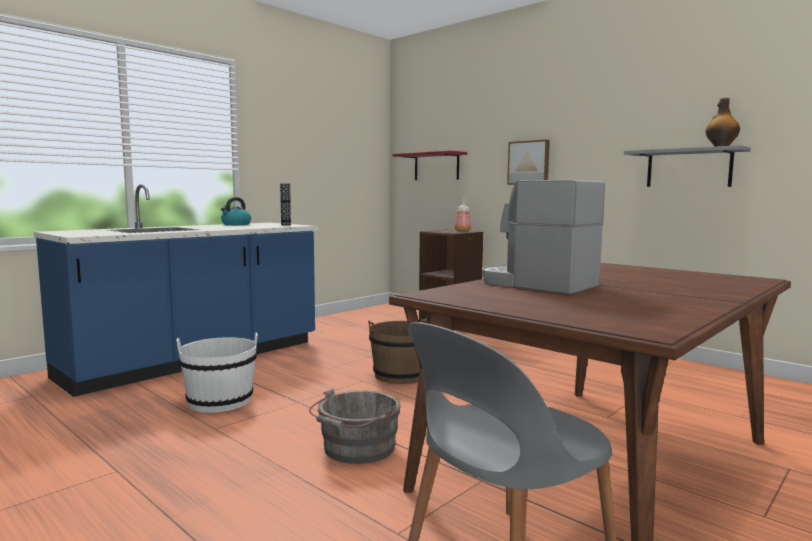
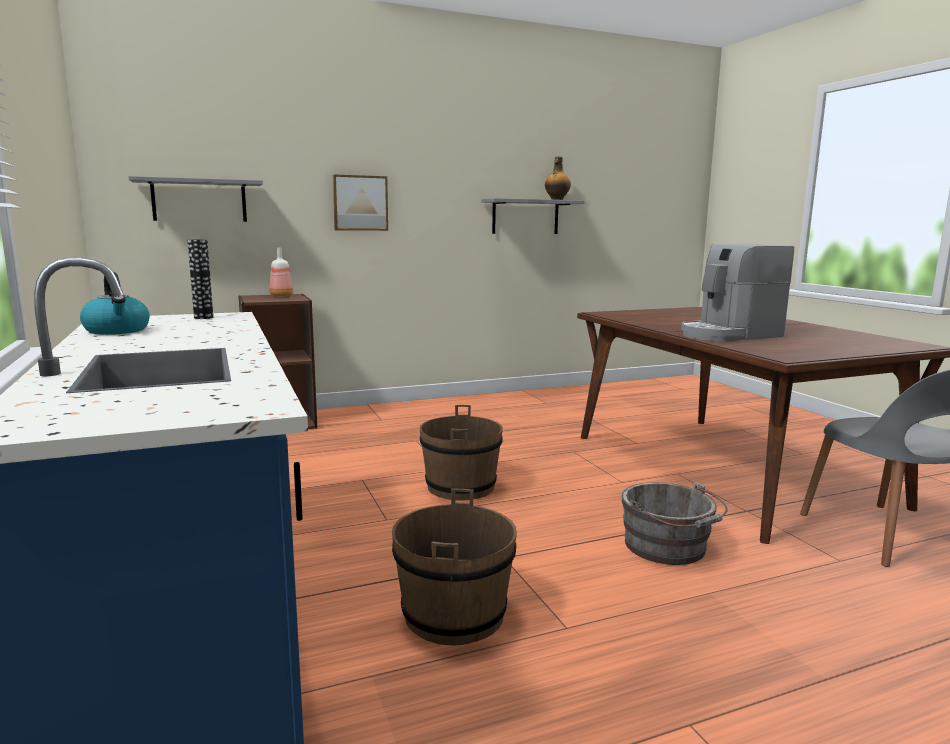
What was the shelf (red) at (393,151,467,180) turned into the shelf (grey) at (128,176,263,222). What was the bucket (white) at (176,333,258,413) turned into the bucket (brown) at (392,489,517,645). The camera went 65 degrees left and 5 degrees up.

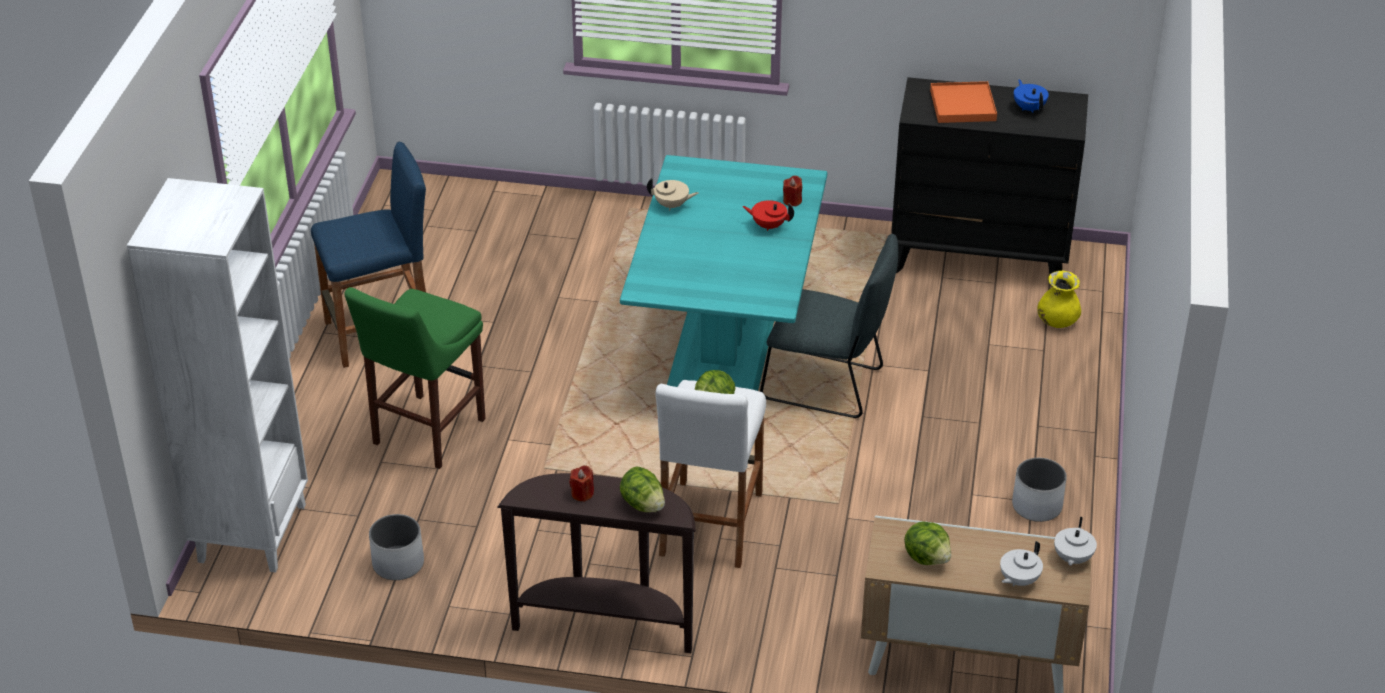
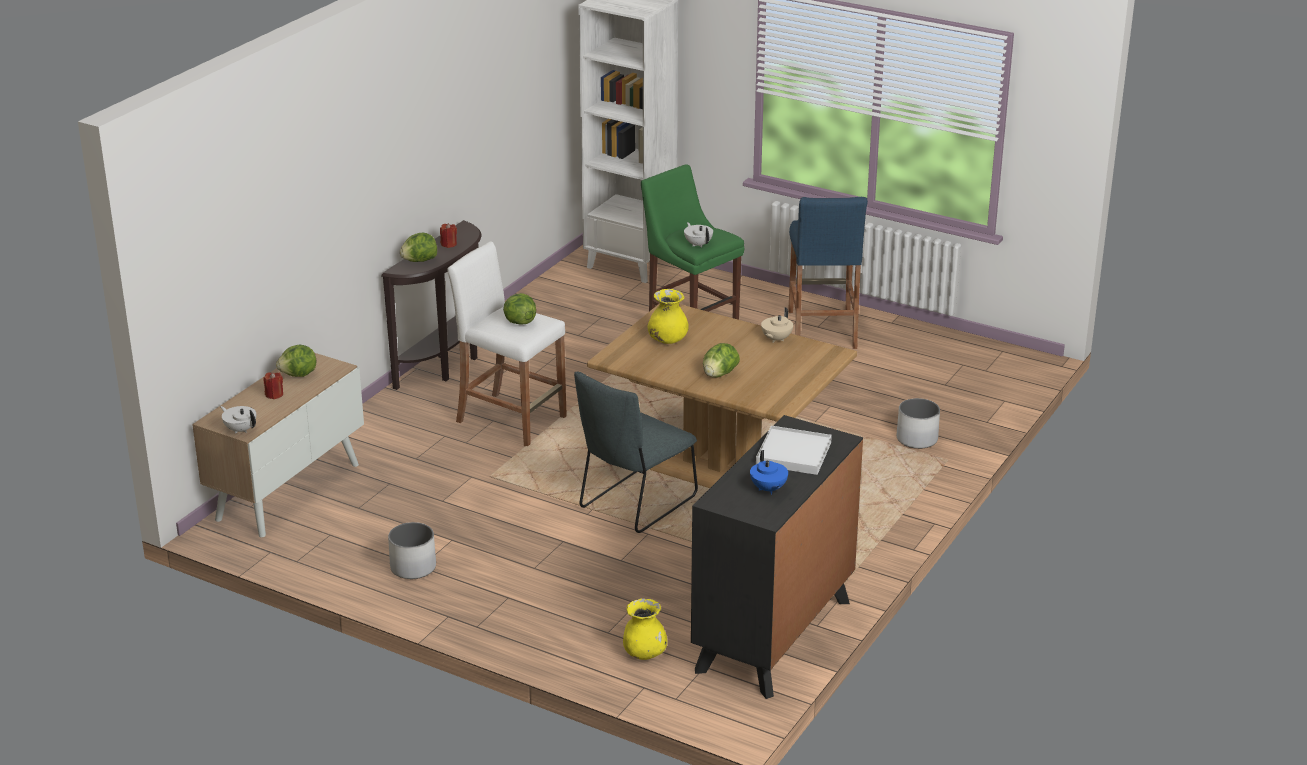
The candle (red) ended up elsewhere, having gone from (783,176,802,206) to (263,372,283,399). What was the dining table (turquoise) at (620,155,827,391) turned into the dining table (brown) at (587,303,857,488). The second view gained the vase (yellow) at (648,289,689,344). The teapot (white) ended up elsewhere, having gone from (1000,541,1043,586) to (684,222,713,248). Where the teapot (red) stood at (742,200,794,231), the lettuce came to stand at (703,343,740,378). The teapot (blue) at (1014,79,1049,113) ended up facing another way, 75 degrees clockwise from before. What was the tray (orange) at (930,81,997,123) turned into the tray (white) at (756,426,832,475). The planter (white) ended up elsewhere, having gone from (369,514,424,580) to (897,398,940,449). The camera went 110 degrees right and 10 degrees down.

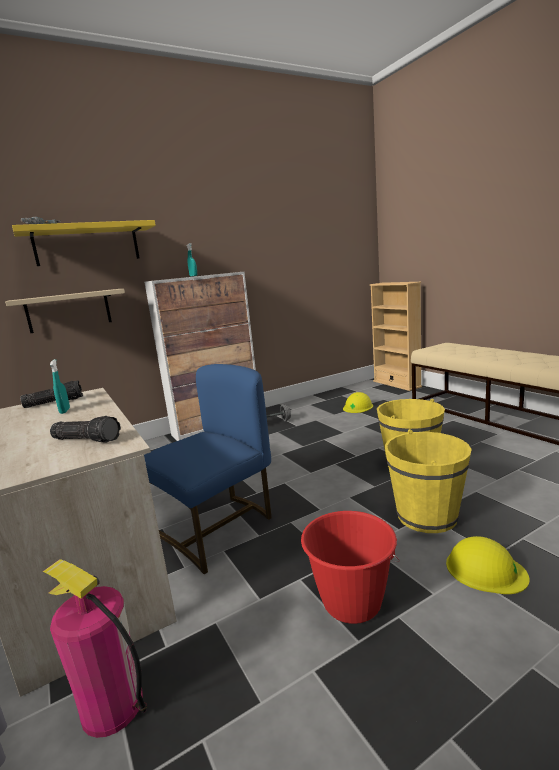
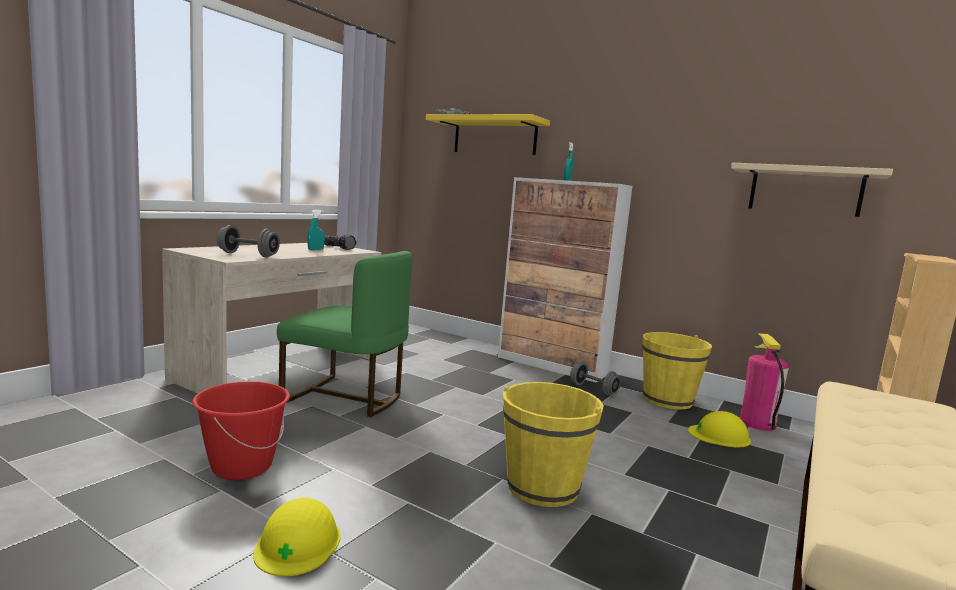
Where the flashlight stood at (50,416,121,443), the dumbbell (grey) came to stand at (217,225,280,257). What was the chair (blue) at (144,364,272,574) turned into the chair (green) at (277,251,412,417). The bucket (yellow) ended up elsewhere, having gone from (385,429,472,533) to (642,332,712,410). The shelf (beige) ended up elsewhere, having gone from (5,289,125,333) to (731,163,893,217). The fire extinguisher ended up elsewhere, having gone from (43,559,147,738) to (740,333,789,431). The camera went 60 degrees right and 5 degrees down.

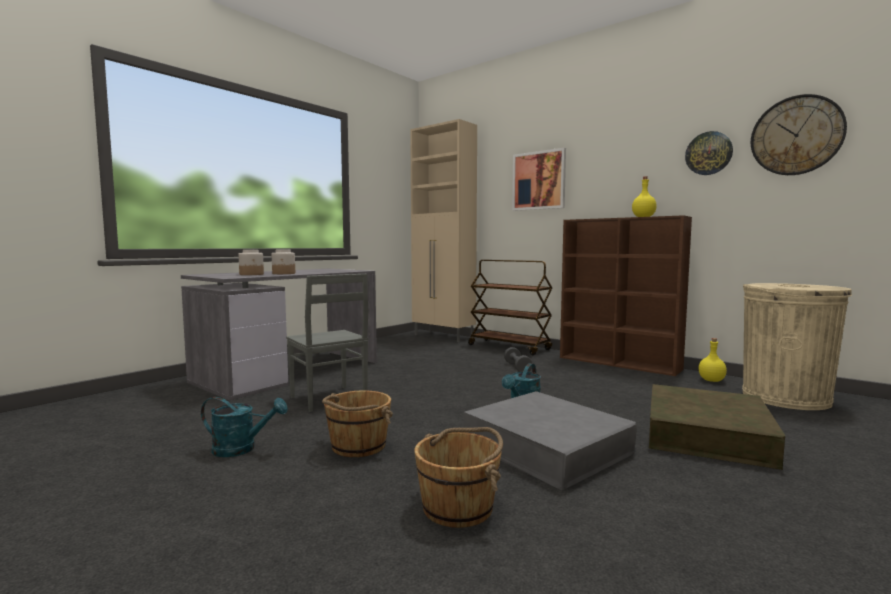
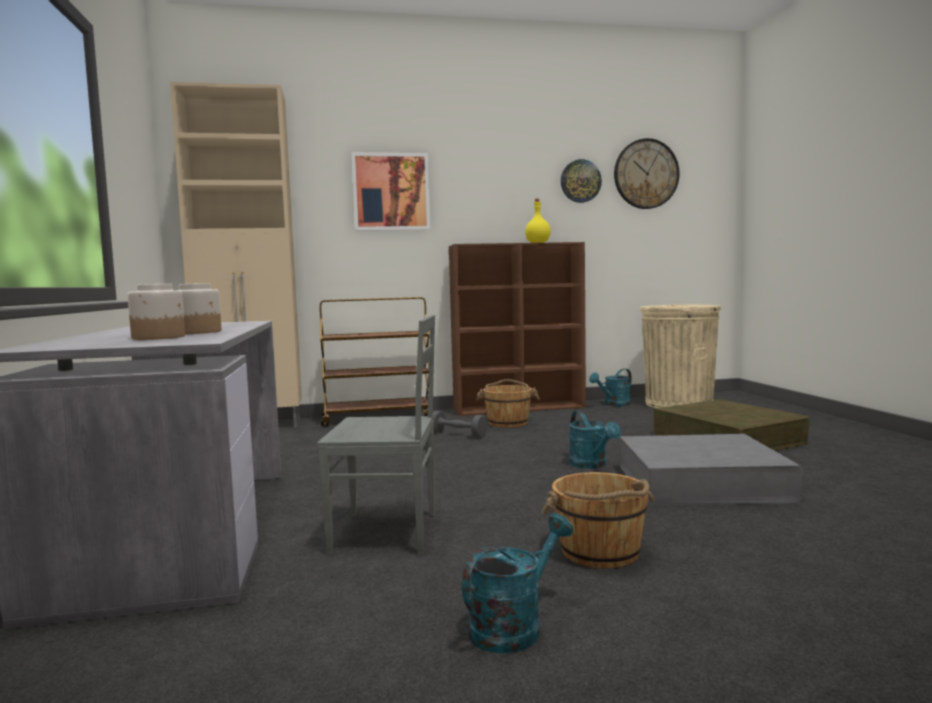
The bucket (brown) ended up elsewhere, having gone from (414,427,503,528) to (476,379,540,428). Where the bottle (yellow) stood at (698,338,727,382), the watering can (turquoise) came to stand at (589,369,632,406). The camera went 50 degrees left and 0 degrees up.

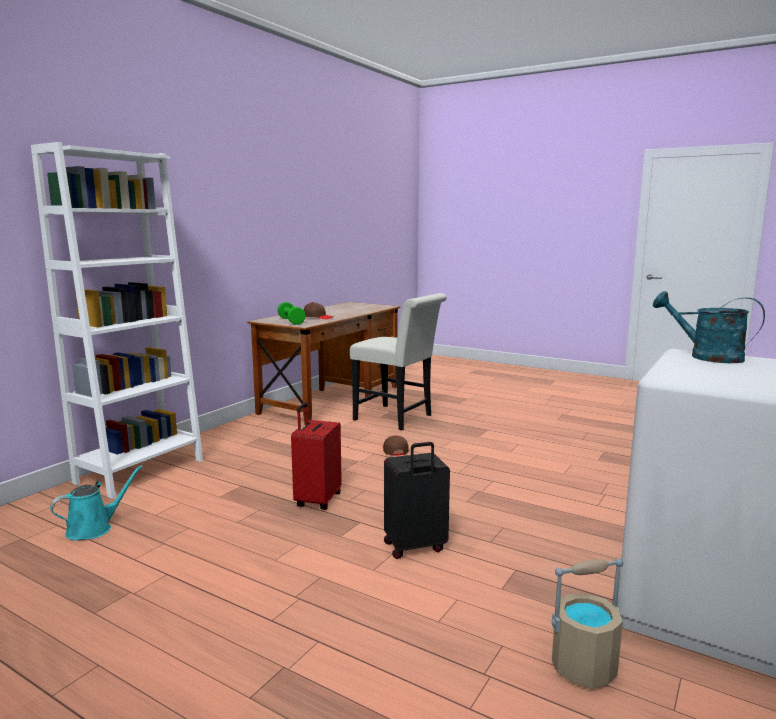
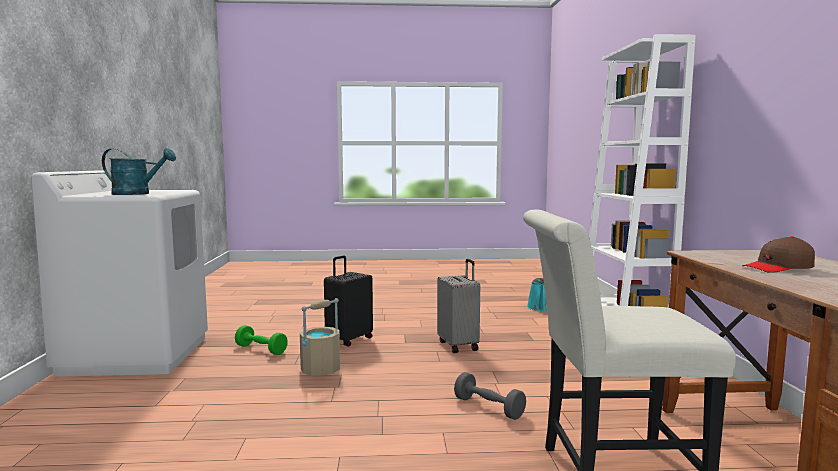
The dumbbell (green) ended up elsewhere, having gone from (278,302,306,325) to (235,325,288,355). The bucket (beige) ended up elsewhere, having gone from (552,558,623,689) to (300,298,340,376). What was the suitcase (red) at (291,403,342,510) turned into the suitcase (grey) at (437,259,480,353). Where the cap (brown) stood at (383,435,409,456), the dumbbell (grey) came to stand at (454,372,526,420). The camera went 145 degrees right and 5 degrees down.

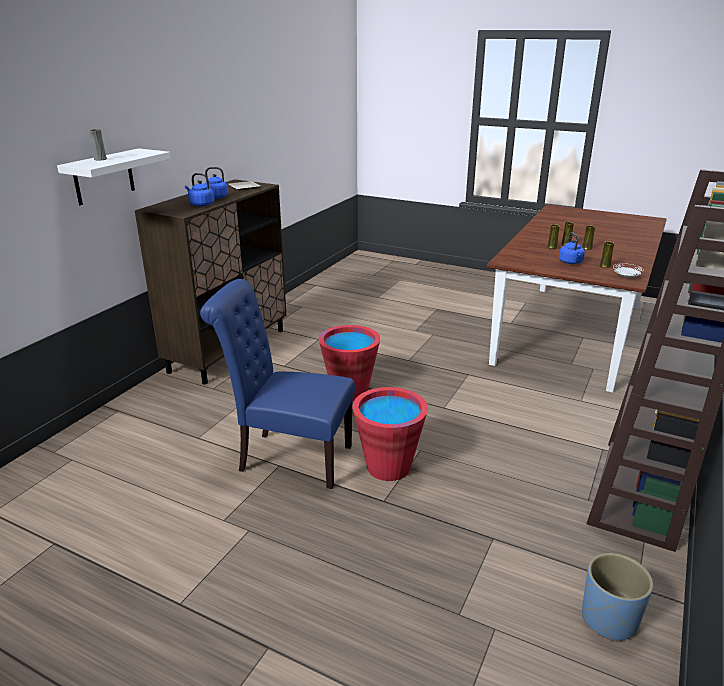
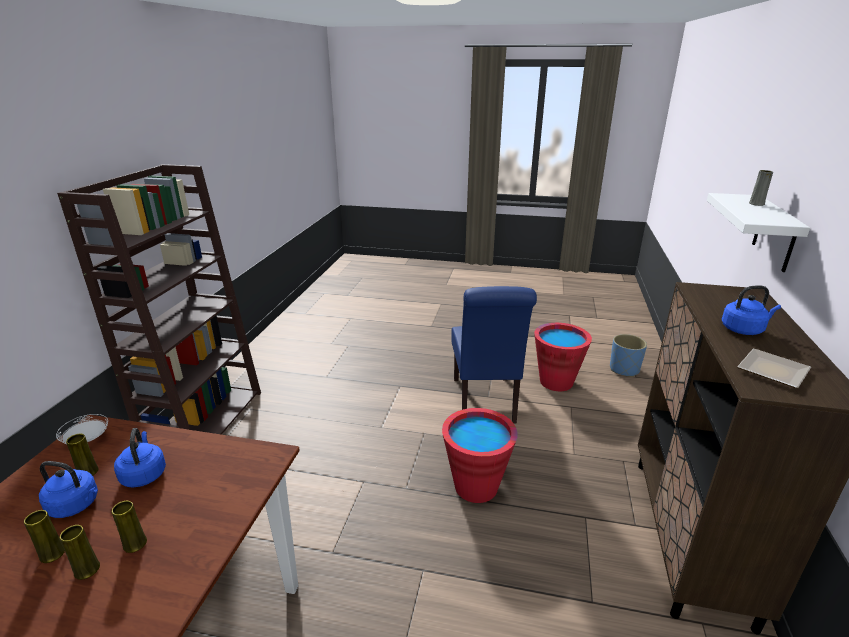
The kettle (blue) ended up elsewhere, having gone from (185,173,215,206) to (39,461,98,518). The chair (blue) at (200,279,355,489) ended up facing another way, 90 degrees clockwise from before. The bucket (red) ended up elsewhere, having gone from (352,387,428,481) to (534,323,592,391). The planter (blue) ended up elsewhere, having gone from (582,553,653,642) to (610,334,647,377). The camera went 165 degrees right and 0 degrees up.

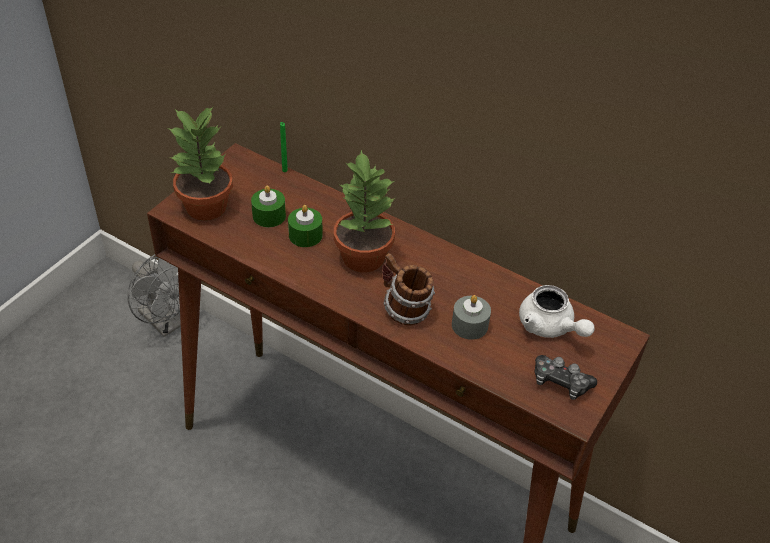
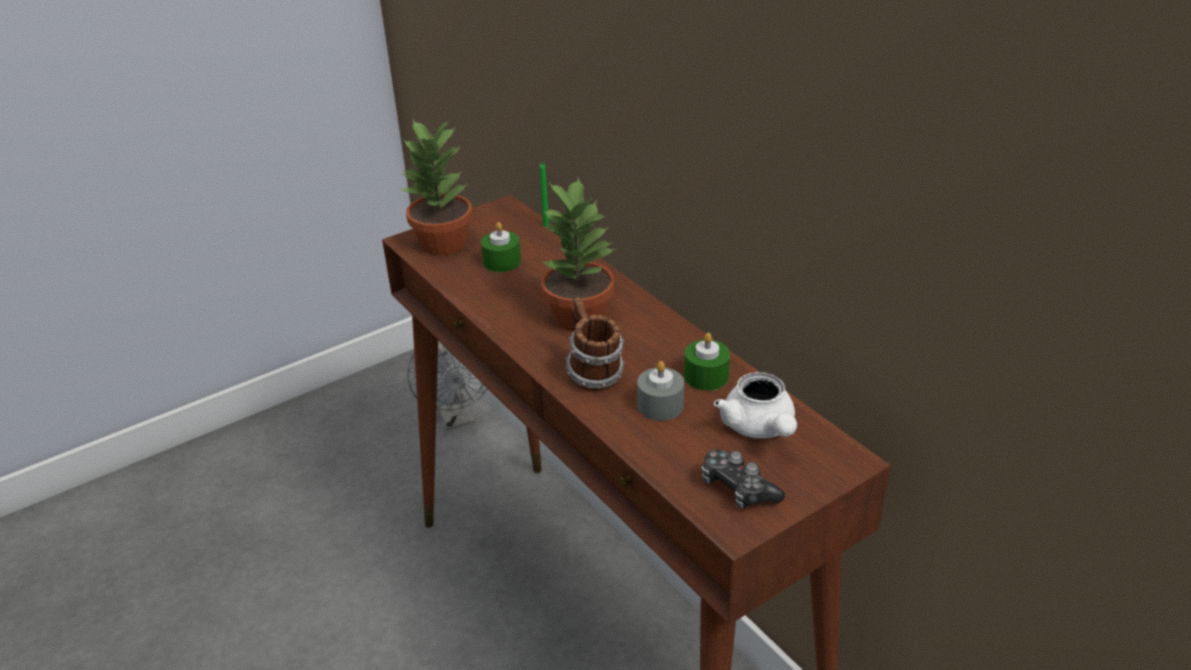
The candle (green) ended up elsewhere, having gone from (288,205,323,247) to (684,332,730,391). The camera went 25 degrees right and 10 degrees down.

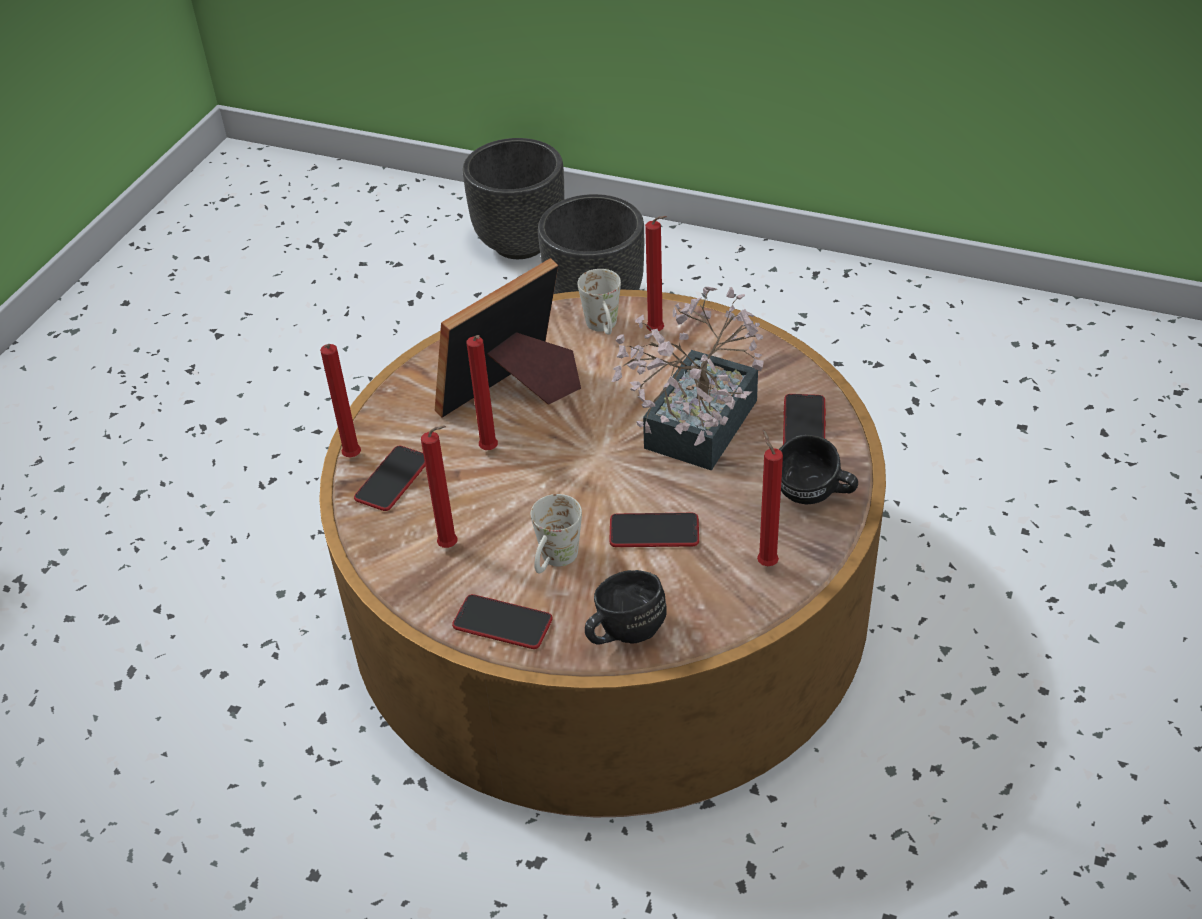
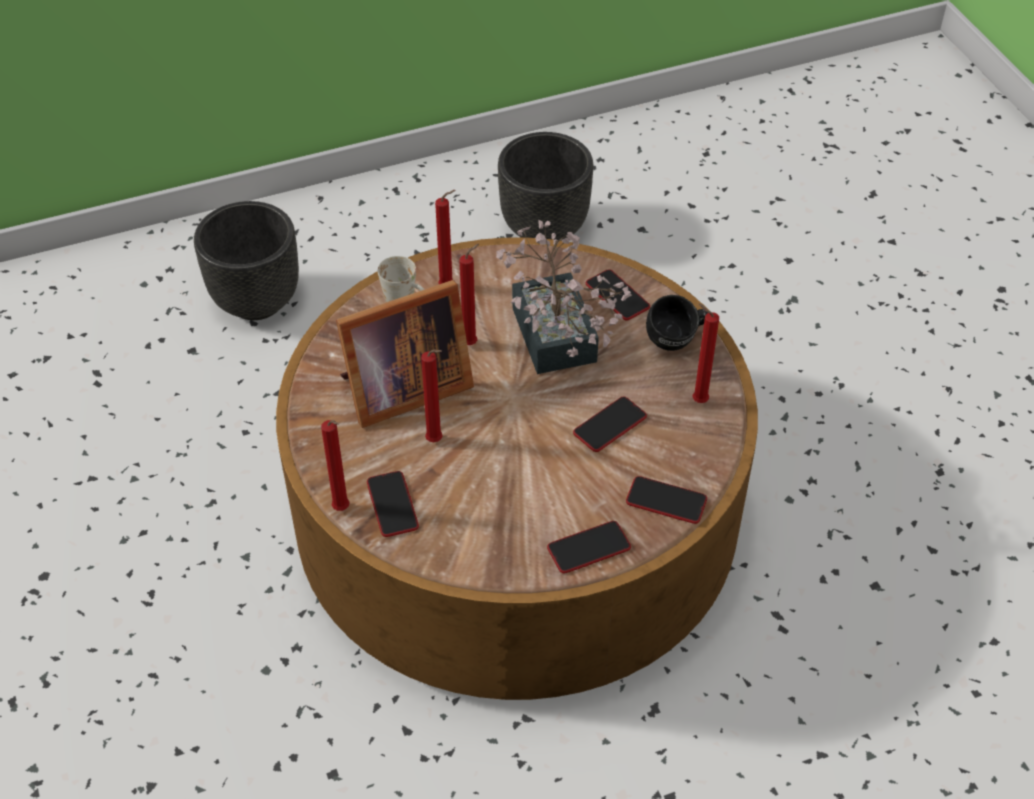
The picture frame at (435,258,581,418) ended up facing another way, 120 degrees counterclockwise from before. The candle (red) ended up elsewhere, having gone from (421,425,458,548) to (459,244,479,345). The planter (black) ended up elsewhere, having gone from (463,138,564,259) to (498,132,593,241). Where the mug (black) stood at (585,570,667,645), the phone came to stand at (626,476,707,524). The second view lost the mug (white) at (531,494,582,574). The camera went 45 degrees left and 5 degrees up.

